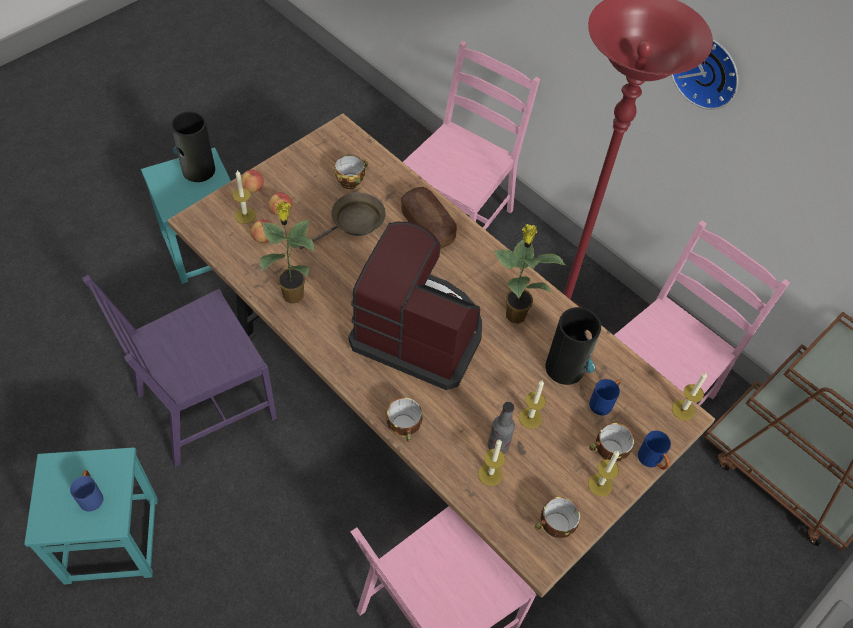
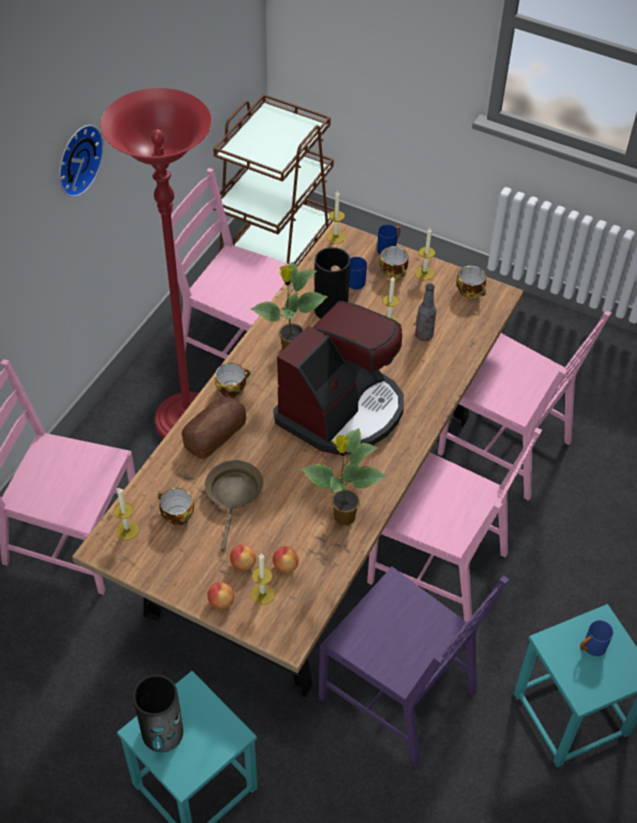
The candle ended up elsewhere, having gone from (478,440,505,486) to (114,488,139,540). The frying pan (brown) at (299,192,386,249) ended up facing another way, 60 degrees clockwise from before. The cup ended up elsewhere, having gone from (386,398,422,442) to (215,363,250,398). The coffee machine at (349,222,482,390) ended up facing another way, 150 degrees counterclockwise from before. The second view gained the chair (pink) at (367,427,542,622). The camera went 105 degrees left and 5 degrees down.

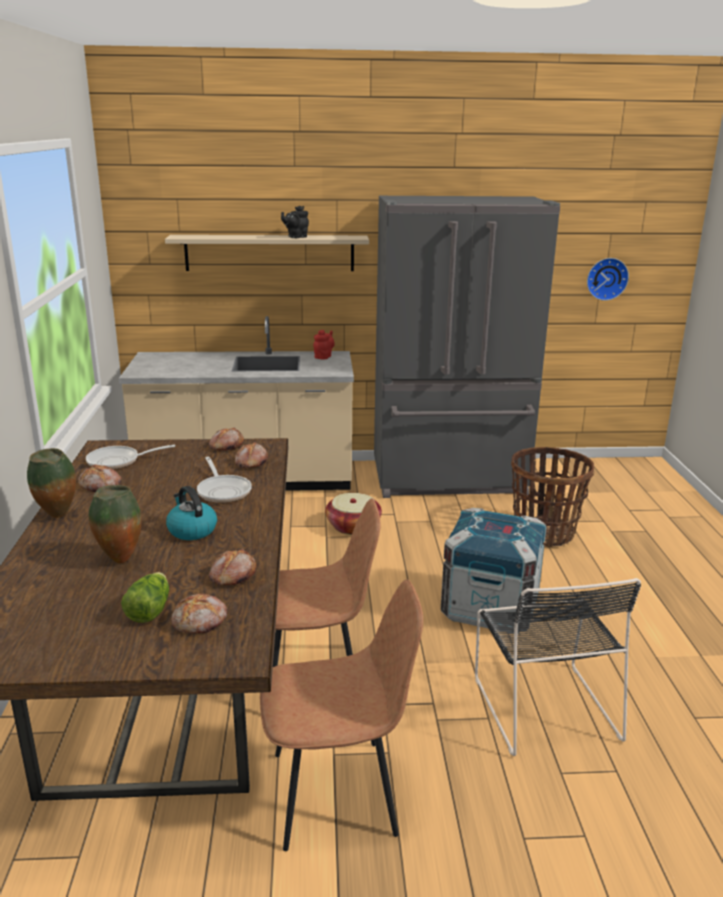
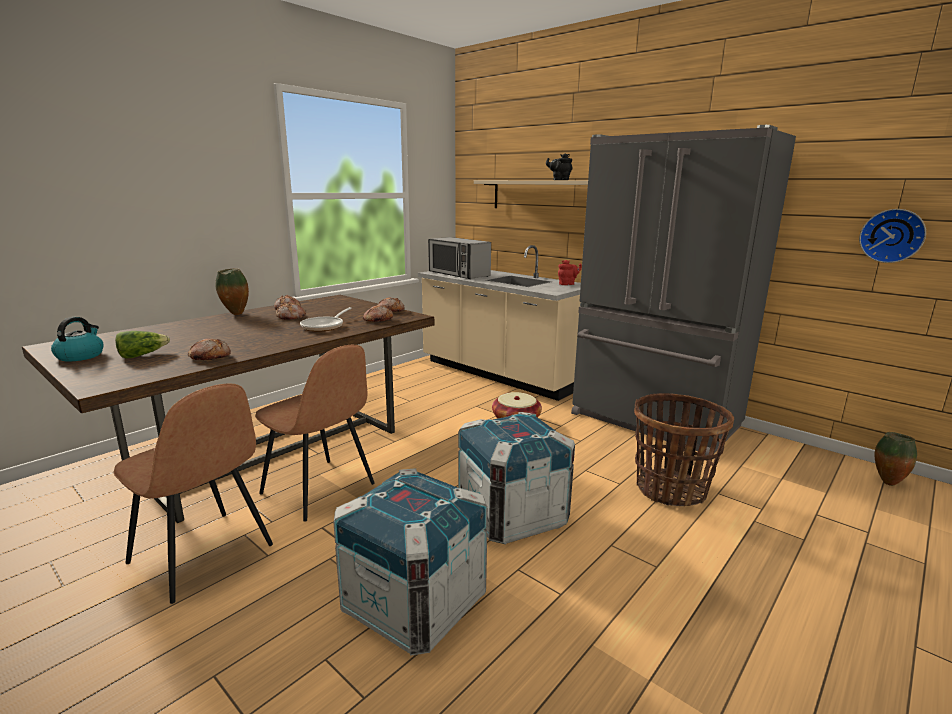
The kettle ended up elsewhere, having gone from (166,486,217,540) to (51,317,104,361). The bread ended up elsewhere, having gone from (171,594,227,633) to (276,302,306,320). Where the chair (black) stood at (475,578,641,756), the crate came to stand at (334,468,488,656). The second view gained the microwave at (428,237,491,279). The vase ended up elsewhere, having gone from (89,485,141,563) to (875,432,917,486). The second view lost the frying pan at (86,444,175,470). The camera went 45 degrees right and 5 degrees down.

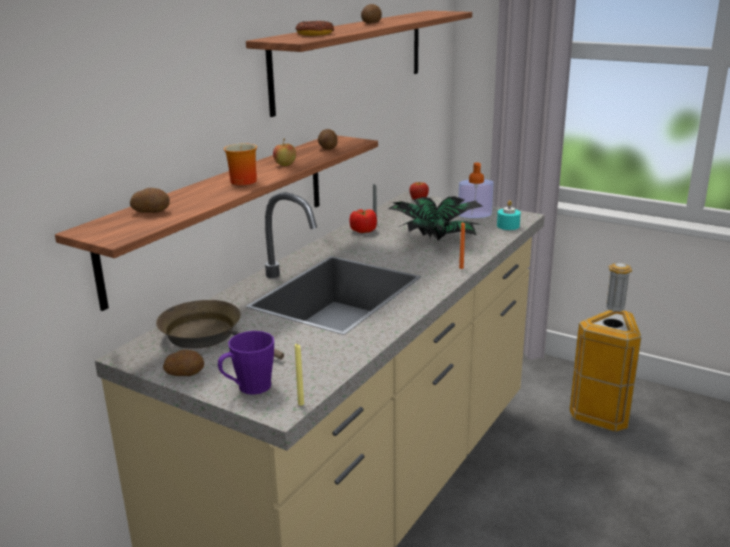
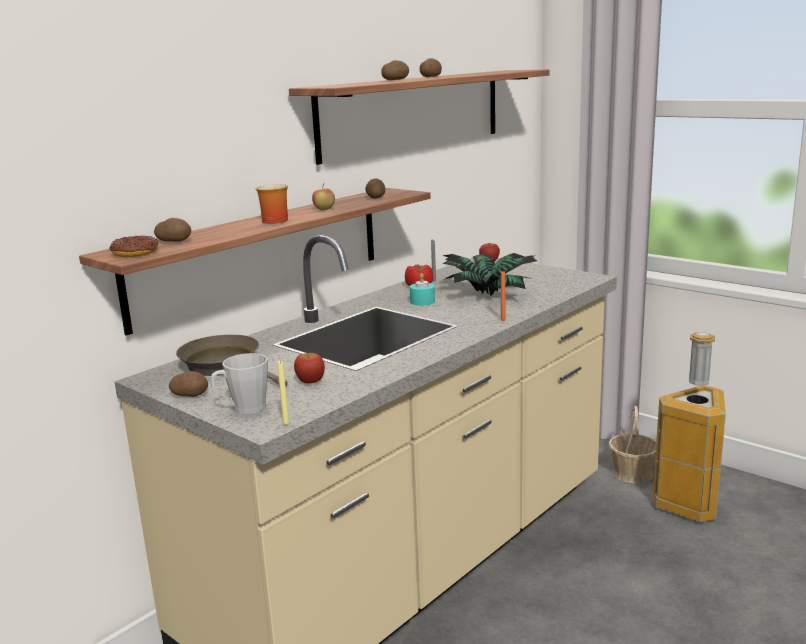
The donut ended up elsewhere, having gone from (295,21,334,36) to (109,236,158,257). What was the mug (purple) at (218,331,274,395) turned into the mug (grey) at (210,353,268,414). The second view gained the apple at (294,353,325,384). The second view gained the potato at (381,60,409,80). The candle (turquoise) ended up elsewhere, having gone from (497,200,521,230) to (410,273,435,306). The second view gained the basket at (608,406,656,483). The second view lost the soap dispenser at (459,163,494,218). The camera went 10 degrees right and 5 degrees down.

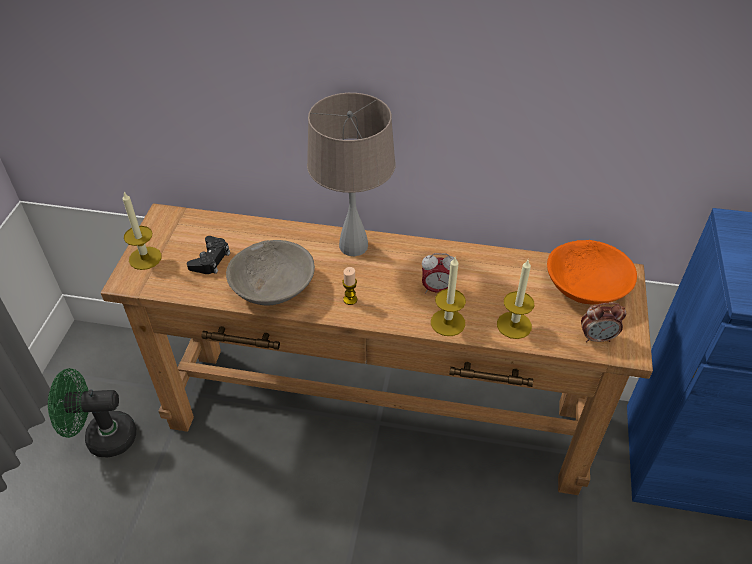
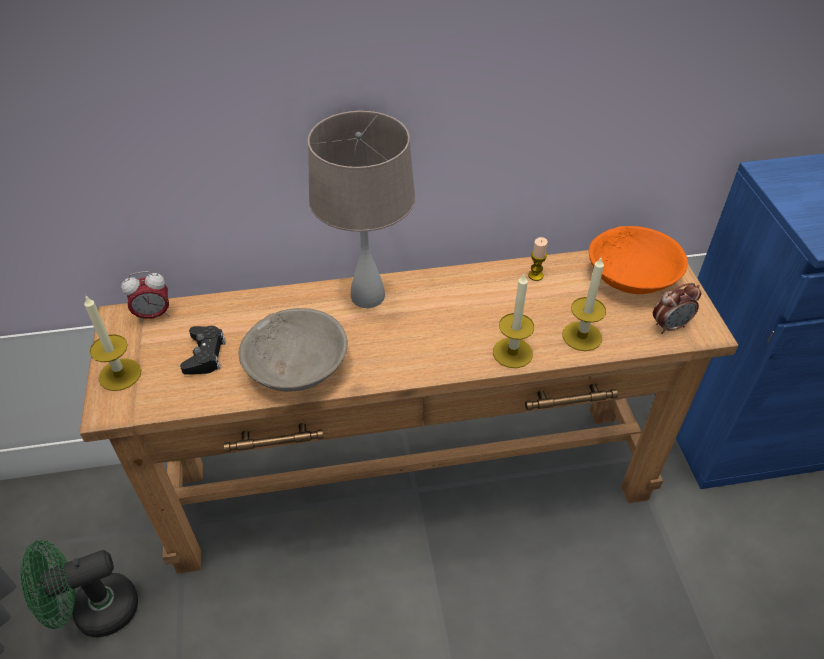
The alarm clock ended up elsewhere, having gone from (422,253,457,294) to (121,271,170,323). The candle ended up elsewhere, having gone from (342,267,357,305) to (528,237,548,281). The camera went 20 degrees left and 0 degrees up.

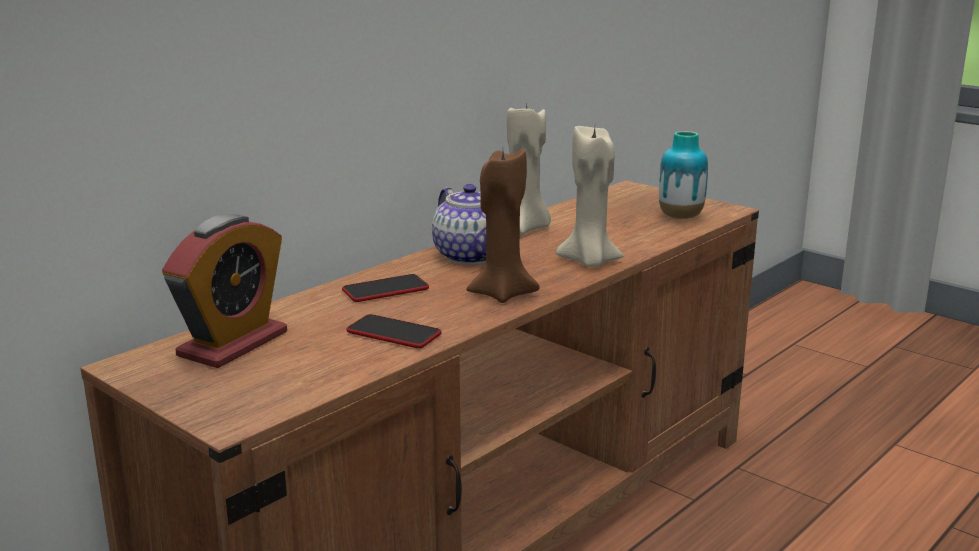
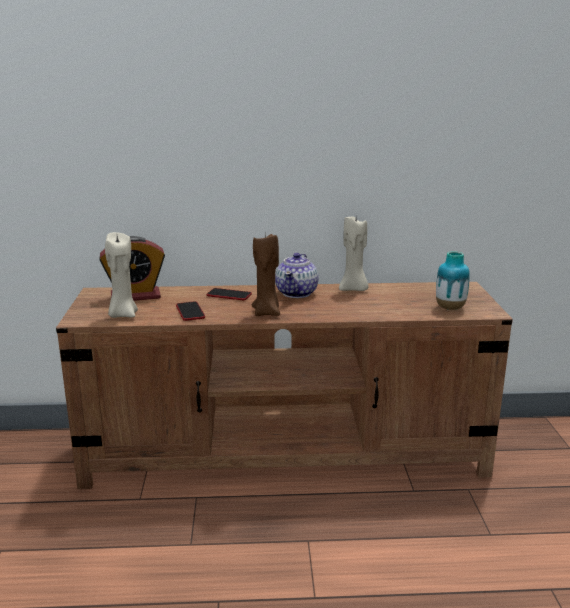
The candle (beige) ended up elsewhere, having gone from (556,126,623,267) to (105,232,138,318). The camera went 45 degrees right and 0 degrees up.

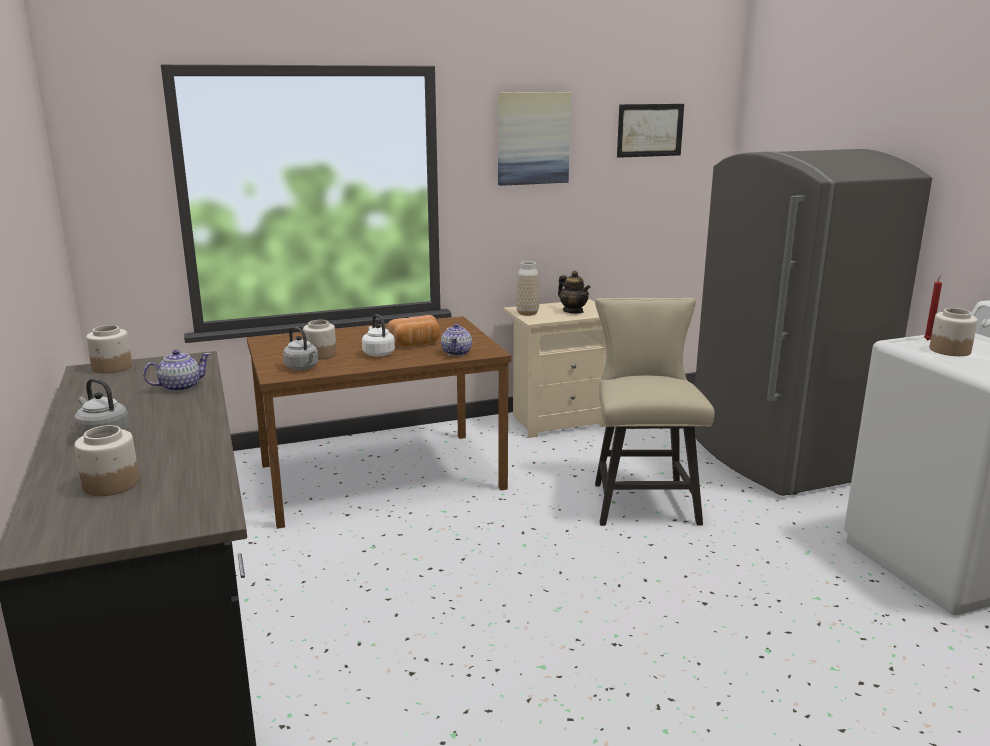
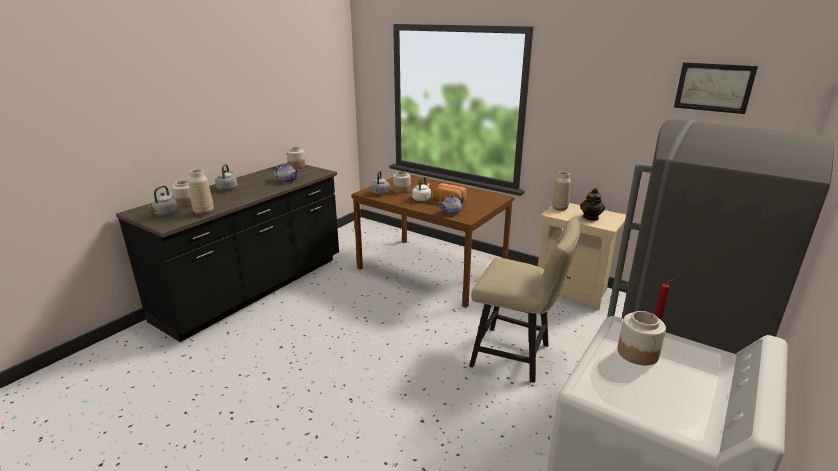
The second view gained the kettle (grey) at (147,186,179,216). The second view gained the vase at (189,169,213,215). The chair (beige) at (595,298,715,526) ended up facing another way, 60 degrees clockwise from before. The second view lost the picture at (498,92,571,186). The camera went 55 degrees right and 5 degrees up.

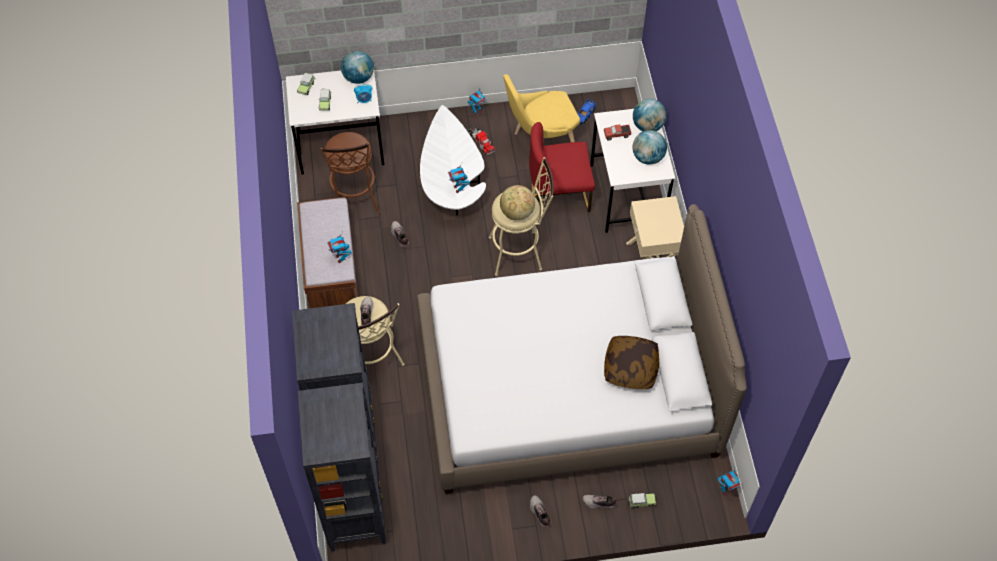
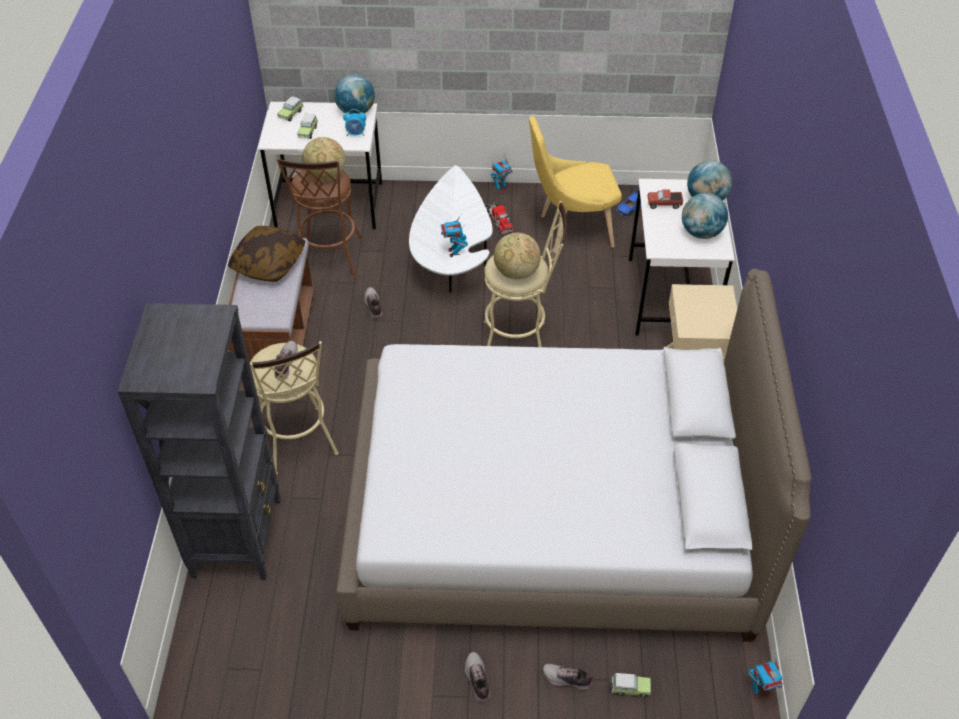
The pillow ended up elsewhere, having gone from (604,336,660,389) to (228,226,305,282). The second view gained the globe at (302,137,346,181). The second view lost the bookcase (black) at (298,383,386,552). The second view lost the toy robot at (327,233,352,263). The second view lost the chair (red) at (529,122,595,212). The camera went 10 degrees right and 10 degrees down.

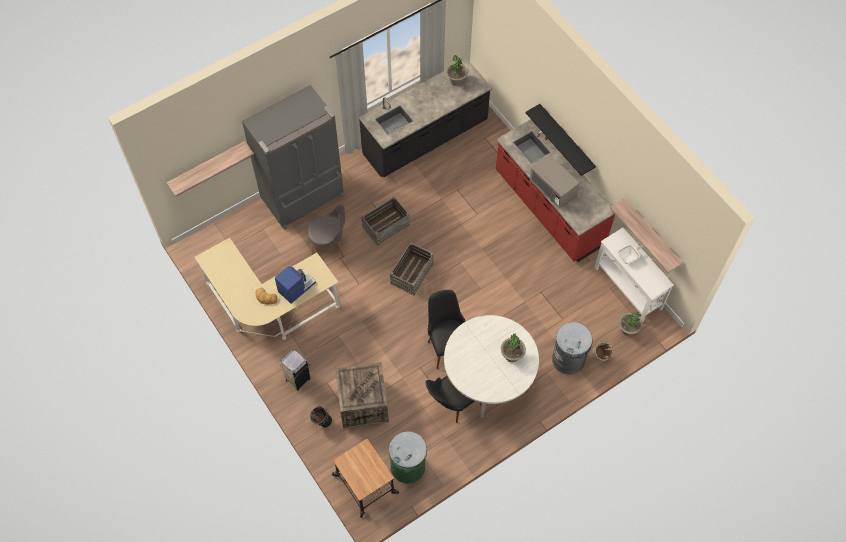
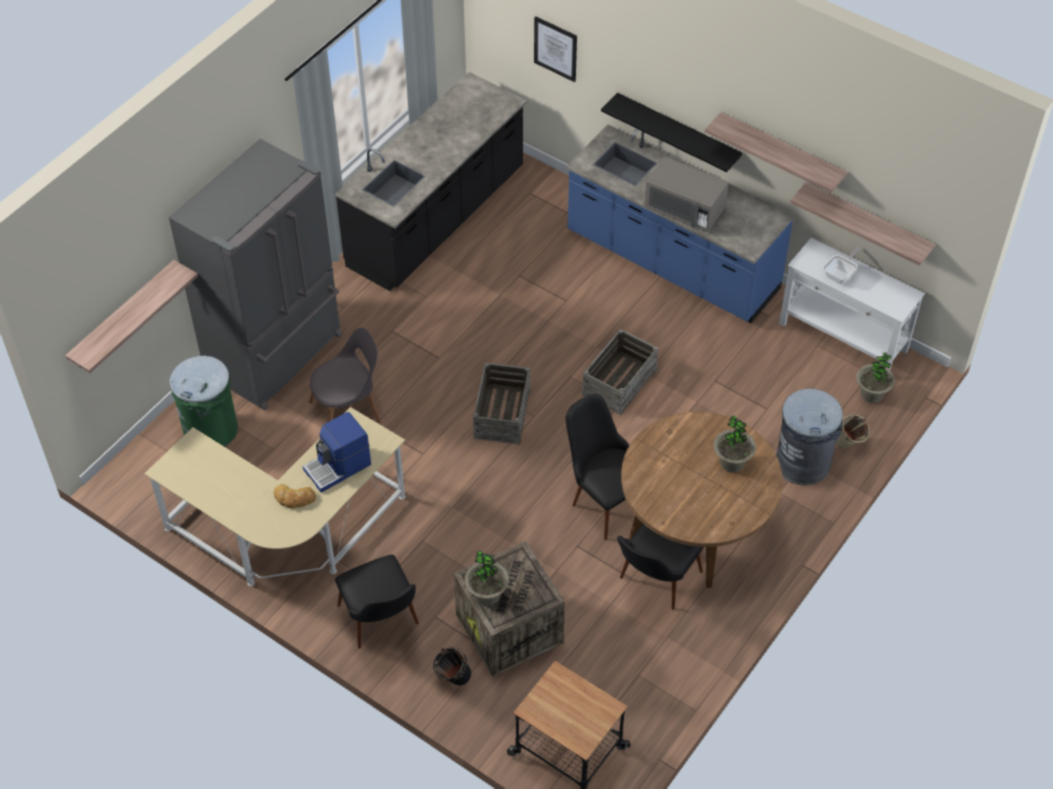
The trash can (green) ended up elsewhere, having gone from (389,431,427,484) to (170,356,238,447). The coffee machine at (275,266,316,304) ended up facing another way, 150 degrees counterclockwise from before. Where the trash can (beige) stood at (280,350,310,391), the chair (black) came to stand at (335,555,419,649). The potted plant ended up elsewhere, having gone from (446,55,468,86) to (465,550,509,606). The second view gained the picture at (534,16,577,82). What was the counter (red) at (496,119,615,262) turned into the counter (blue) at (566,124,795,323). The crate ended up elsewhere, having gone from (361,197,410,246) to (582,329,658,415). What was the dining table (white) at (444,315,539,417) turned into the dining table (brown) at (621,412,783,588). The second view gained the shelf at (705,112,847,193). The camera went 20 degrees left and 10 degrees down.

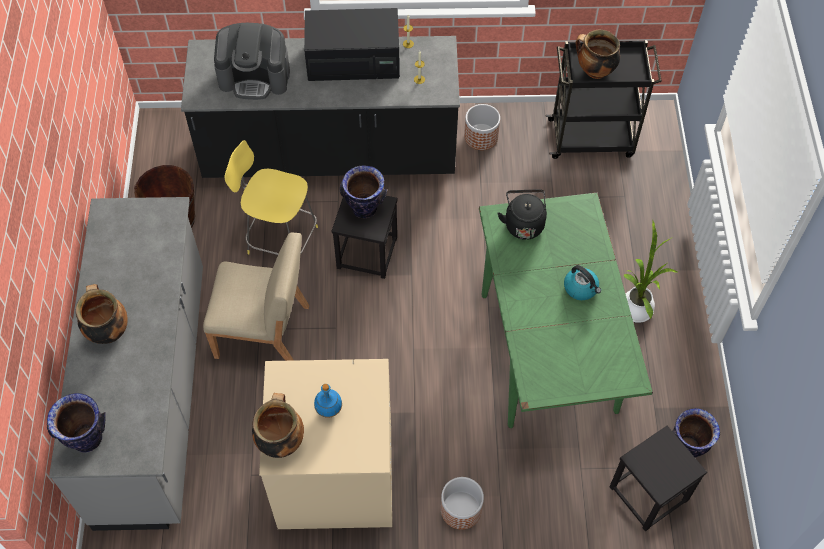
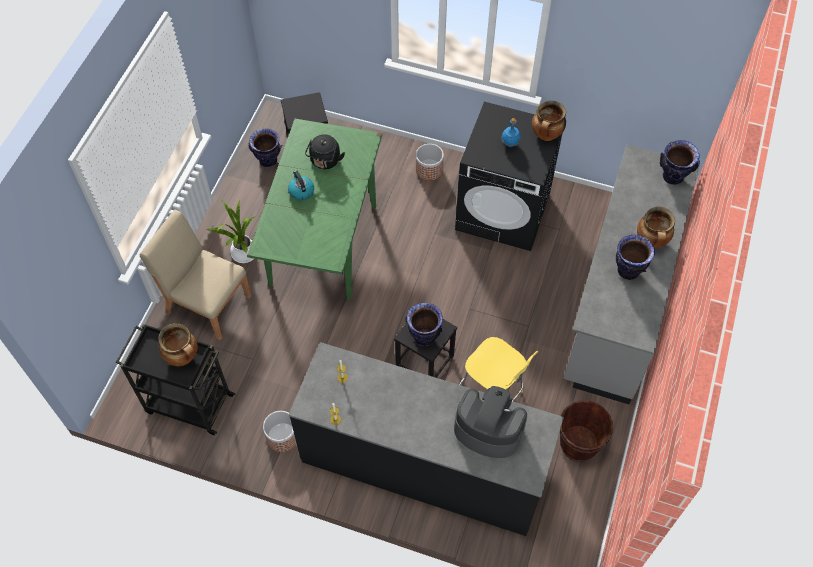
The chair (beige) ended up elsewhere, having gone from (203,232,309,361) to (140,210,251,340). The kettle (black) ended up elsewhere, having gone from (498,189,547,240) to (305,134,345,169). What was the washing machine (beige) at (259,359,392,529) turned into the washing machine (black) at (455,102,562,251). The second view gained the vase at (616,235,655,280). The second view lost the microwave (black) at (304,8,400,81). The camera went 160 degrees left and 0 degrees up.

